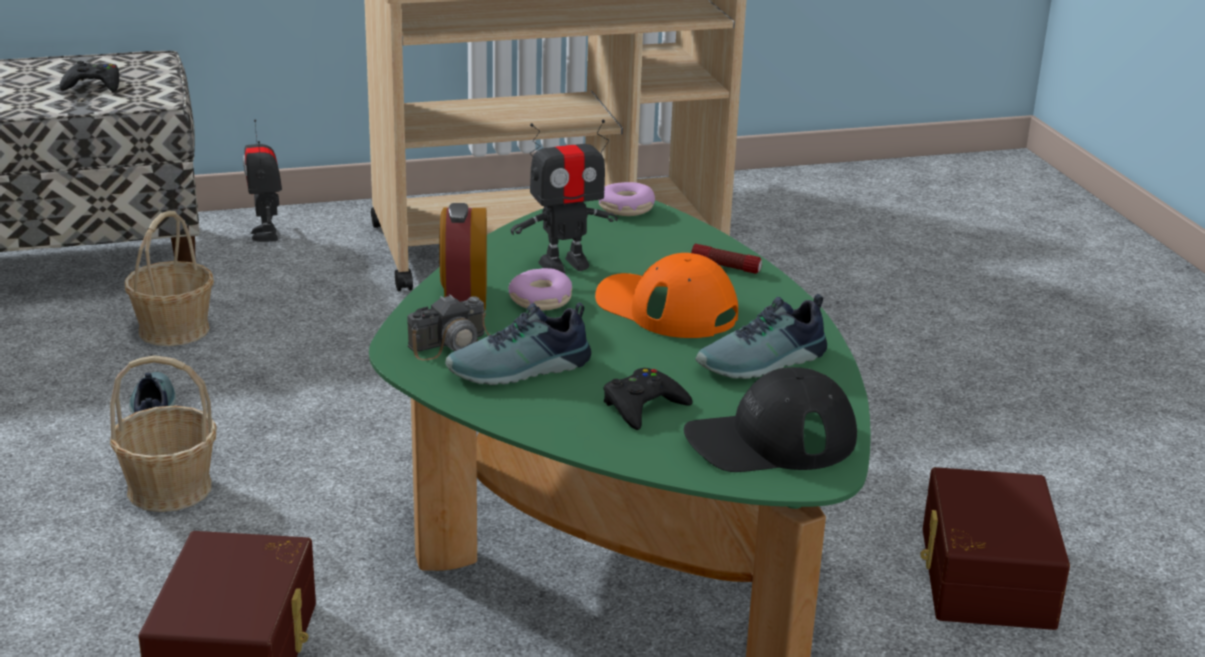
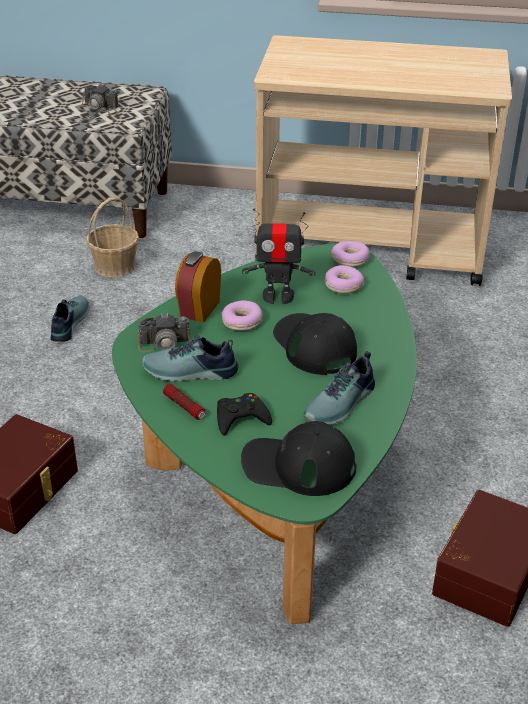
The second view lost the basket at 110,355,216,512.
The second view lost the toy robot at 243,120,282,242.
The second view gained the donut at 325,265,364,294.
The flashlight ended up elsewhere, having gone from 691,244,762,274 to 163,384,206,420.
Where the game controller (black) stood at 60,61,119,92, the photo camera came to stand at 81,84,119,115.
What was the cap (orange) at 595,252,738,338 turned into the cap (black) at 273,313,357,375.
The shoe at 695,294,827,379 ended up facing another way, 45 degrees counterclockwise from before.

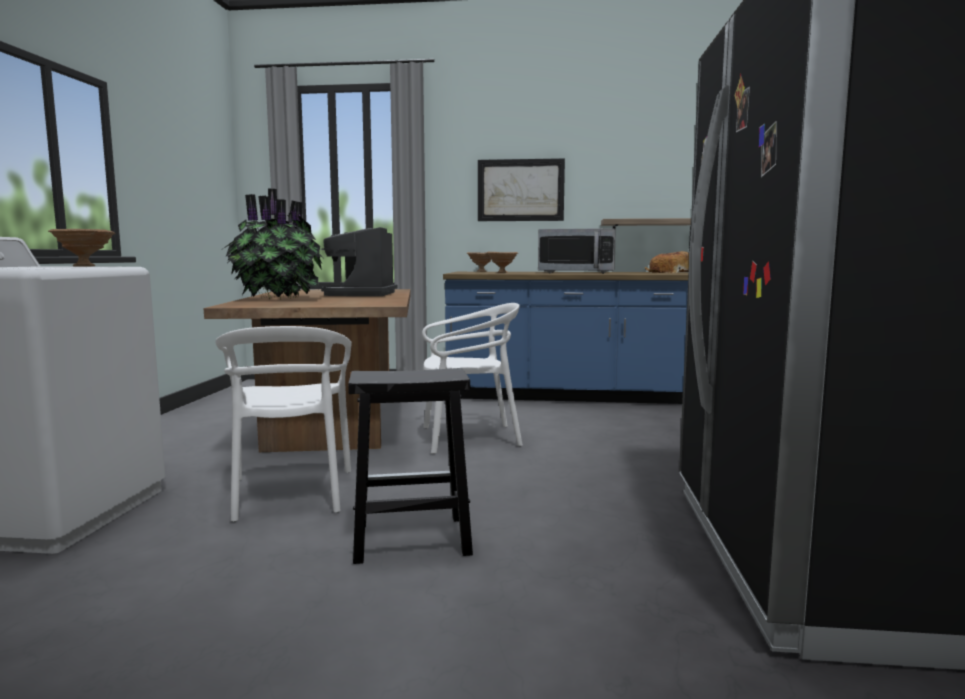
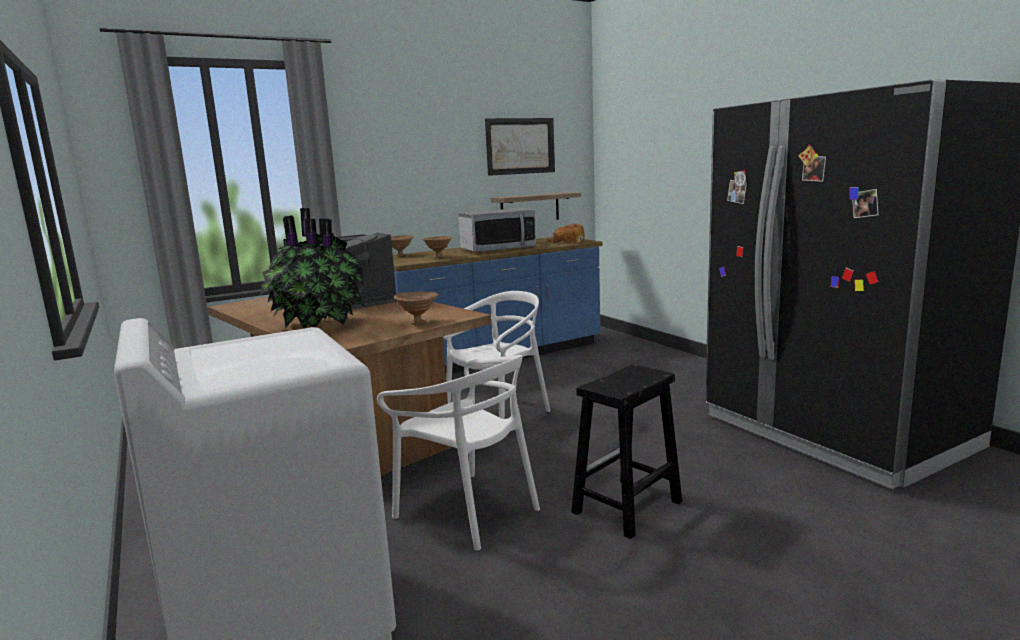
The bowl (brown) ended up elsewhere, having gone from 48,229,116,267 to 394,292,438,325.
The picture ended up elsewhere, having gone from 478,158,565,221 to 485,118,555,176.

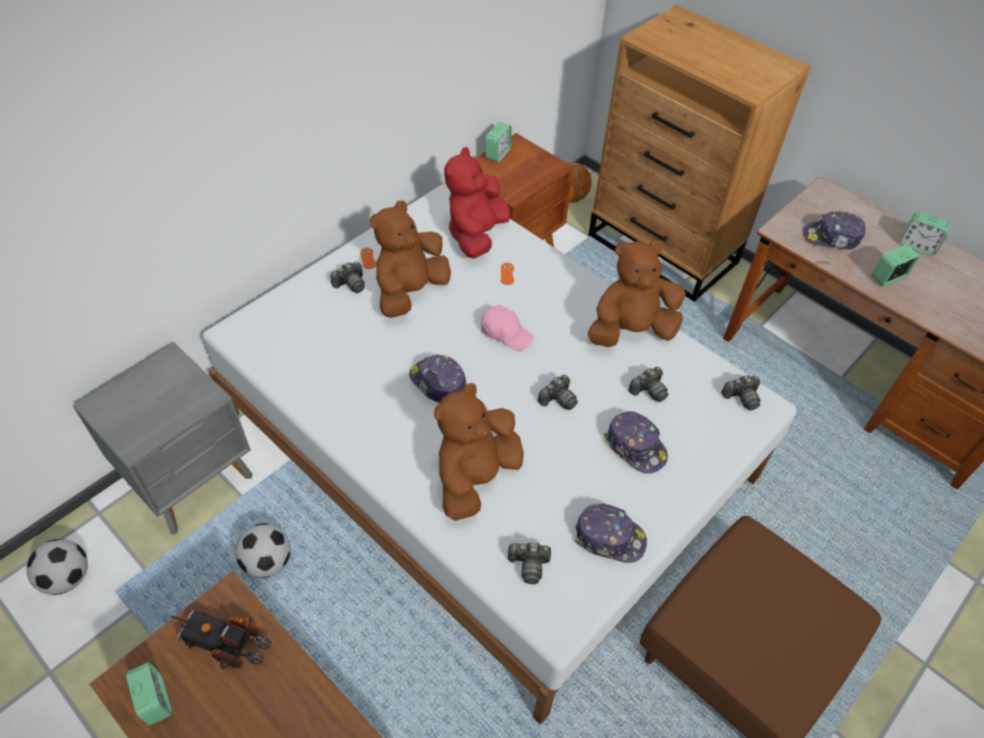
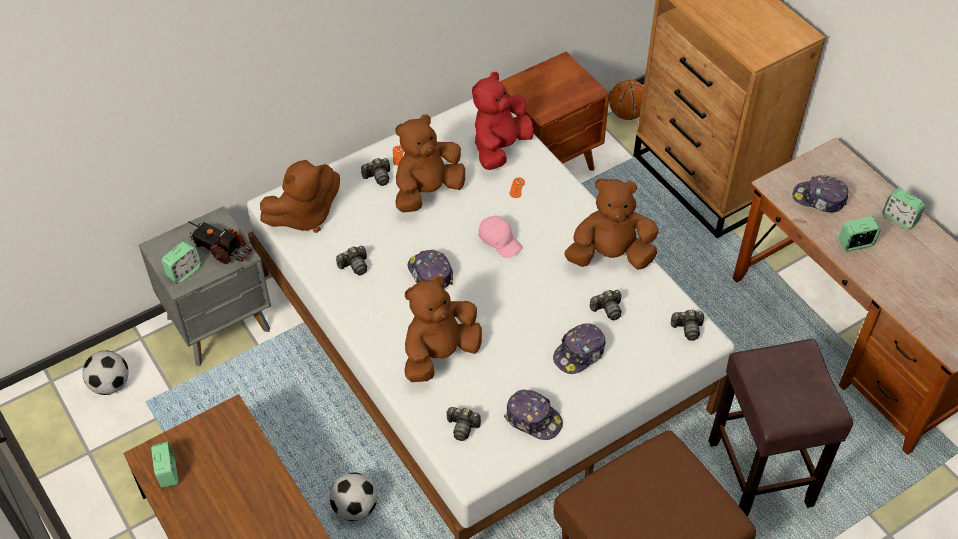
The second view gained the plush toy (brown) at 260,160,340,233.
The second view gained the stool (brown) at 709,339,853,517.
The toy truck ended up elsewhere, having gone from 171,610,271,669 to 188,221,252,264.
The football ended up elsewhere, having gone from 235,523,291,578 to 330,473,377,521.
The alarm clock ended up elsewhere, having gone from 485,122,512,162 to 162,241,201,284.
The photo camera ended up elsewhere, having gone from 538,375,578,410 to 336,246,367,275.
The cap at 605,411,668,474 ended up facing another way, 75 degrees clockwise from before.

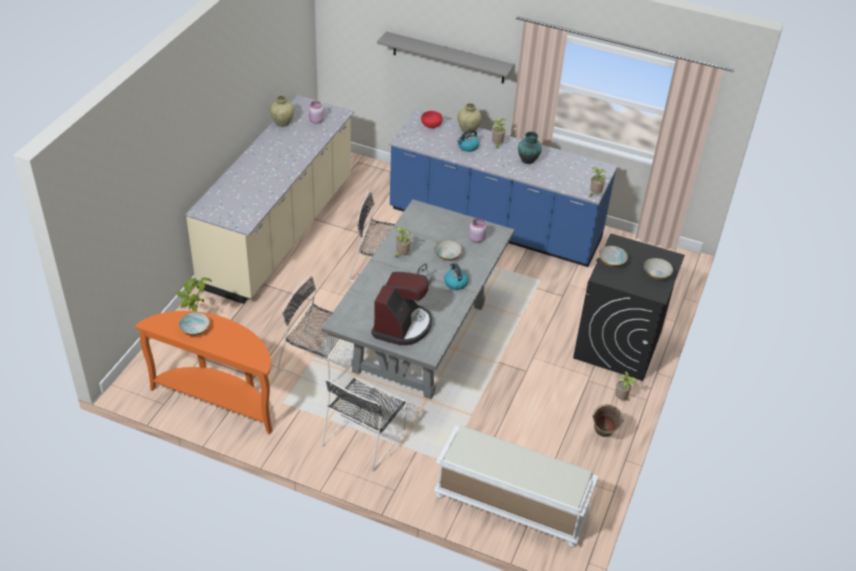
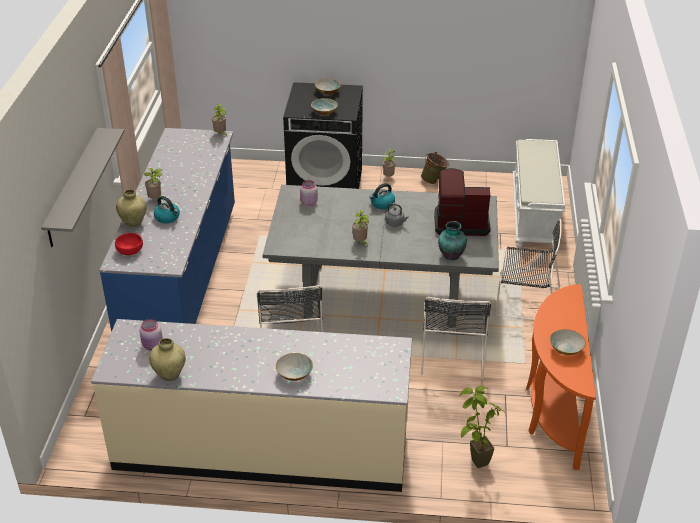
The bowl ended up elsewhere, having gone from 434,240,463,261 to 276,353,313,381.
The vase ended up elsewhere, having gone from 518,131,542,164 to 438,221,467,260.

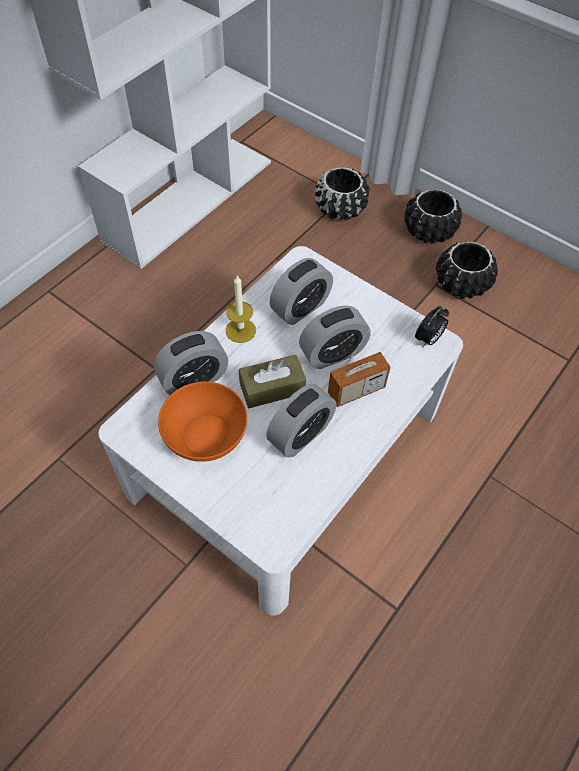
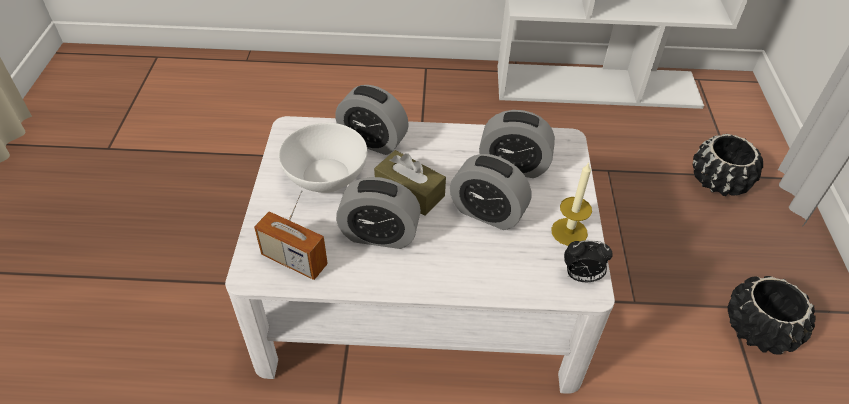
The second view lost the planter (black) at 404,189,462,243.
The candle ended up elsewhere, having gone from 226,275,256,343 to 551,163,592,246.
The radio ended up elsewhere, having gone from 328,329,391,407 to 254,190,328,280.
What was the bowl (orange) at 158,382,247,462 turned into the bowl (white) at 279,123,367,193.

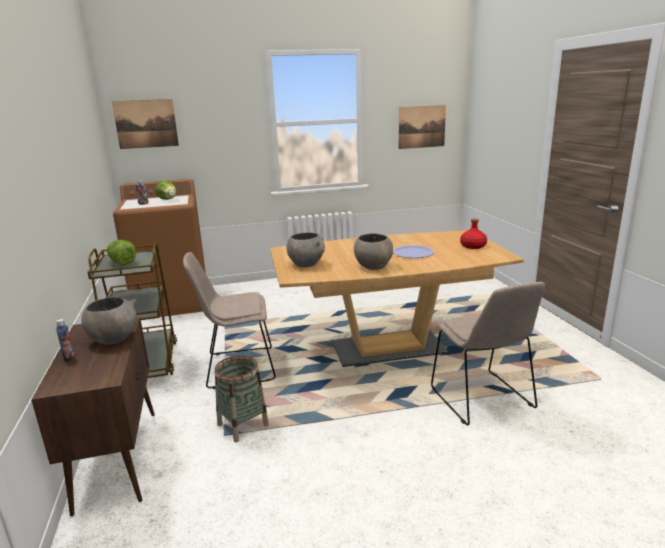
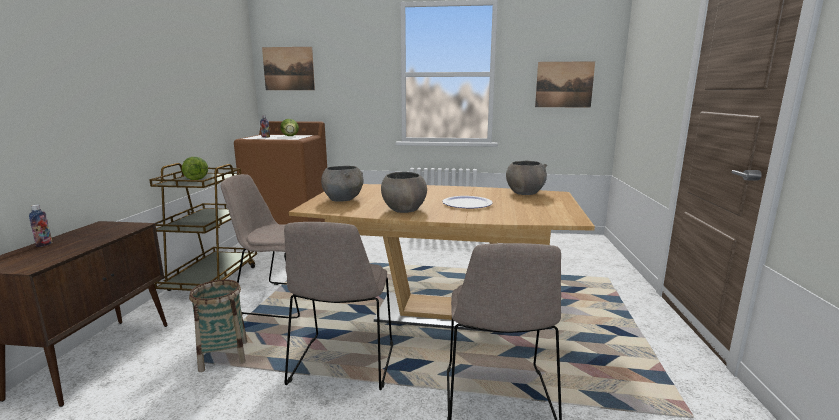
The second view lost the bottle (red) at 460,218,487,249.
The second view gained the chair (beige) at 284,222,393,390.
The bowl (grey) ended up elsewhere, having gone from 81,296,136,344 to 506,160,547,195.

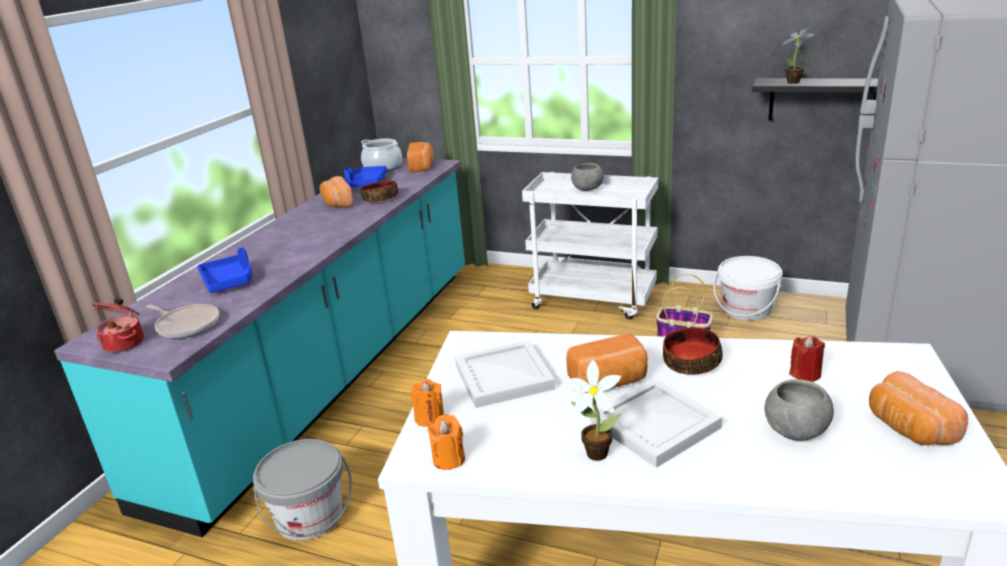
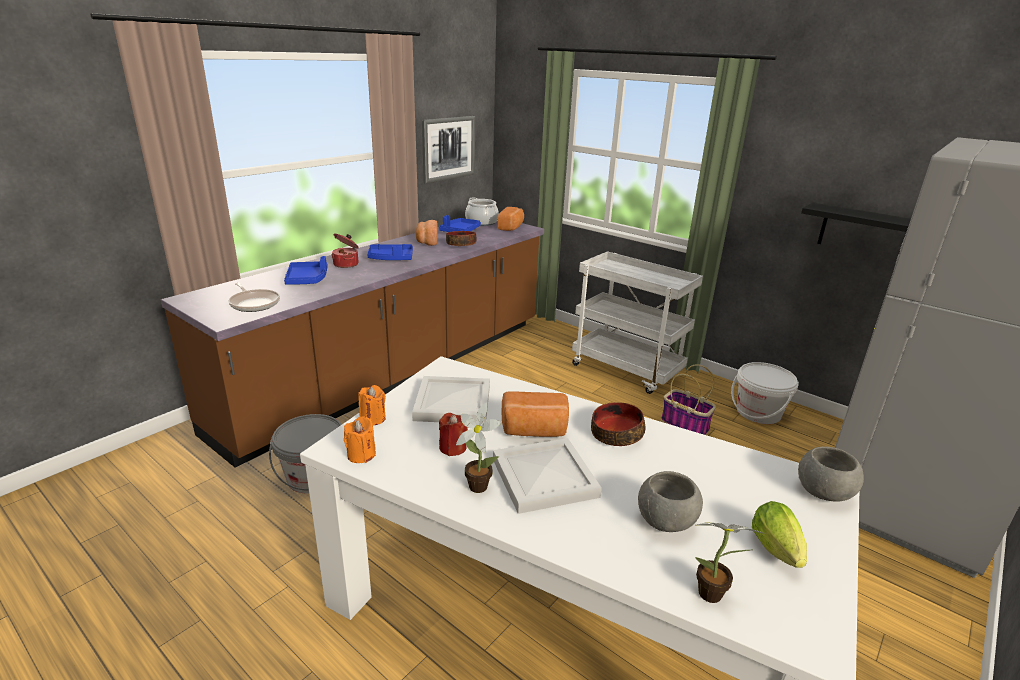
The second view gained the tray (blue) at 367,244,413,260.
The second view gained the picture at 422,116,475,183.
The cooking pot ended up elsewhere, having gone from 92,298,144,353 to 331,234,359,268.
The bowl (grey) ended up elsewhere, having gone from 571,163,604,191 to 798,447,864,502.
The potted plant ended up elsewhere, having gone from 782,26,815,84 to 695,522,765,603.
The candle (red) ended up elsewhere, having gone from 789,336,825,382 to 439,413,468,456.
Where the bread stood at 869,371,968,446, the lettuce came to stand at 752,501,807,568.
What was the counter (turquoise) at 54,158,465,537 turned into the counter (brown) at 161,220,544,467.

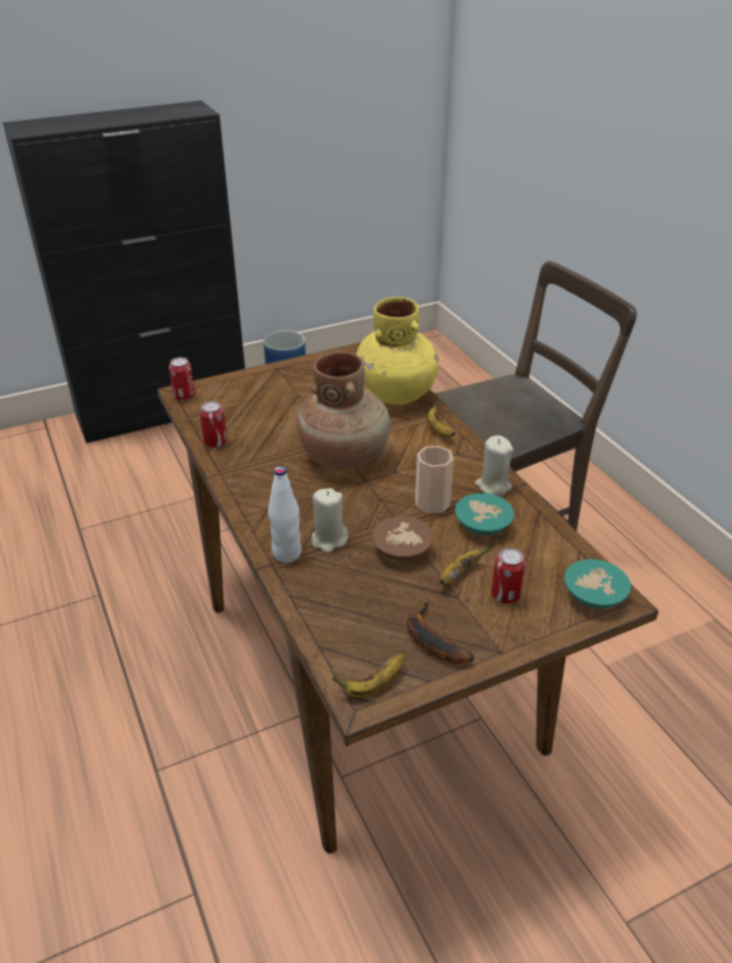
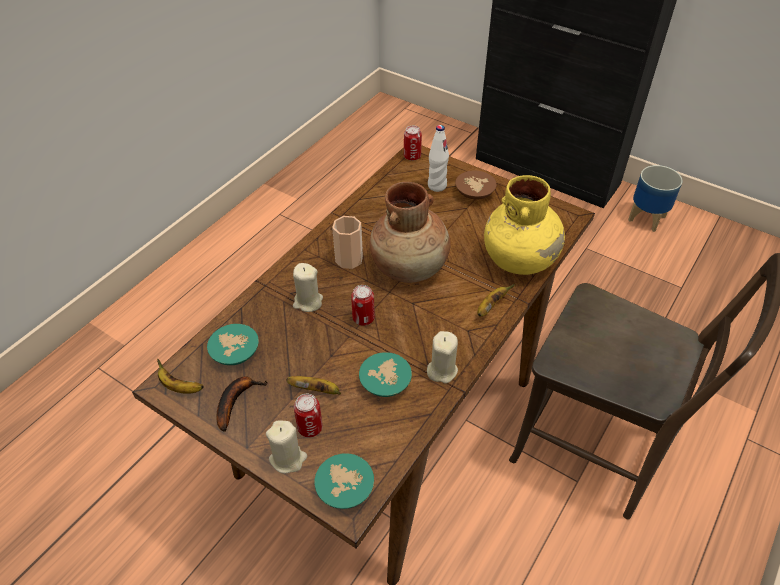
The second view gained the bowl (turquoise) at 207,324,259,365.
The second view gained the candle (beige) at 266,421,307,474.
The can ended up elsewhere, having gone from 200,401,227,447 to 351,285,375,325.
The bottle (white) ended up elsewhere, having gone from 268,466,302,562 to 428,125,449,192.
The bowl (brown) ended up elsewhere, having gone from 372,516,433,561 to 455,170,497,199.
The cup ended up elsewhere, having gone from 415,446,454,514 to 332,216,363,269.

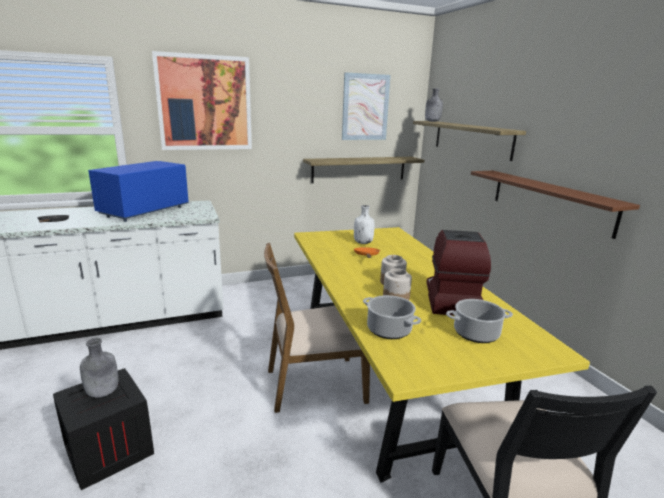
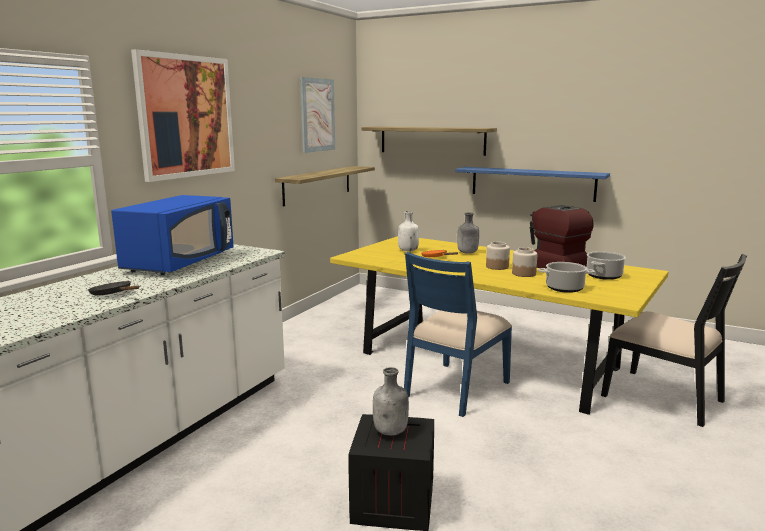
The bottle (grey) ended up elsewhere, having gone from 425,88,443,122 to 457,212,479,254.
What was the chair (brown) at 264,243,370,413 turned into the chair (blue) at 404,252,512,417.
What was the shelf (brown) at 471,171,640,239 turned into the shelf (blue) at 455,167,610,202.
The microwave (blue) at 88,161,189,222 ended up facing another way, 150 degrees counterclockwise from before.

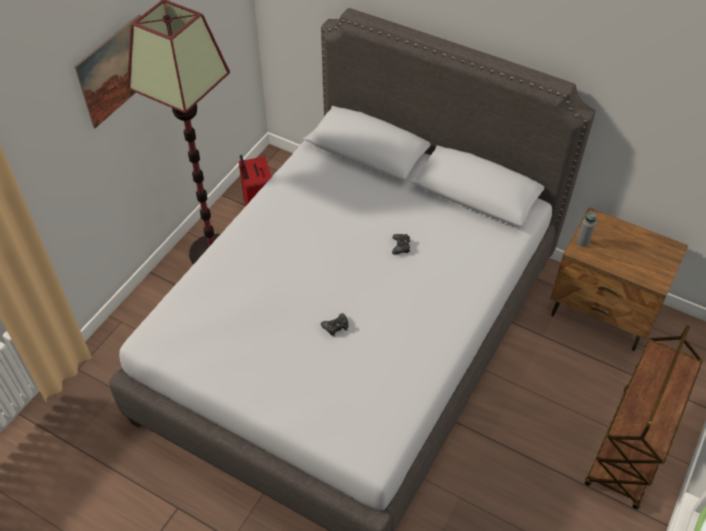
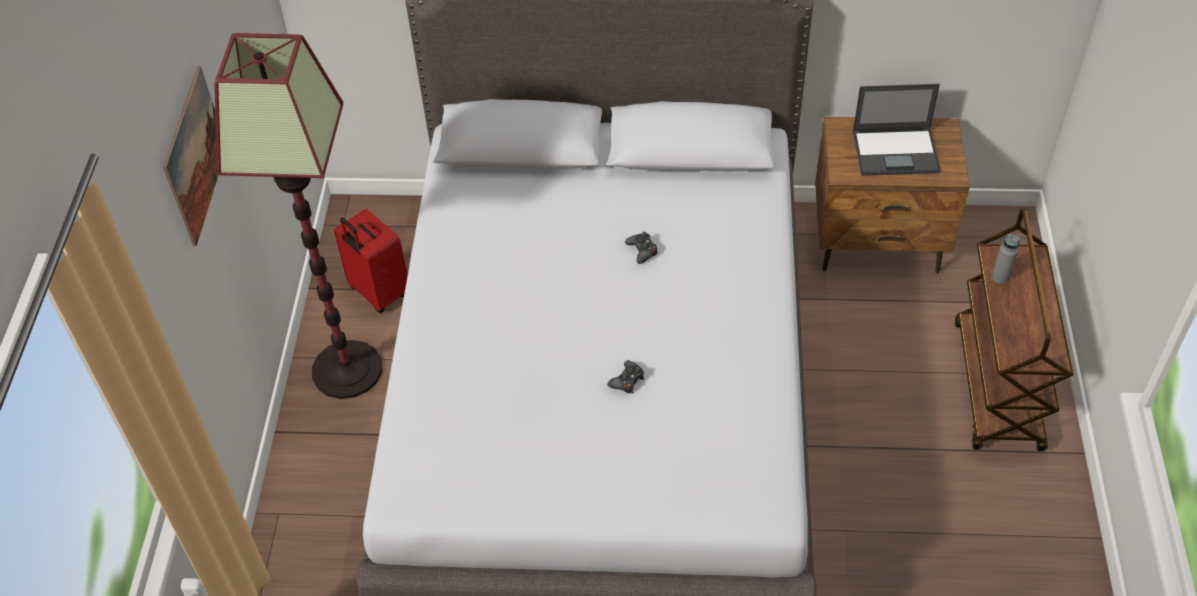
The second view gained the laptop at 853,84,941,176.
The bottle (grey) ended up elsewhere, having gone from 577,211,597,247 to 992,234,1020,283.

